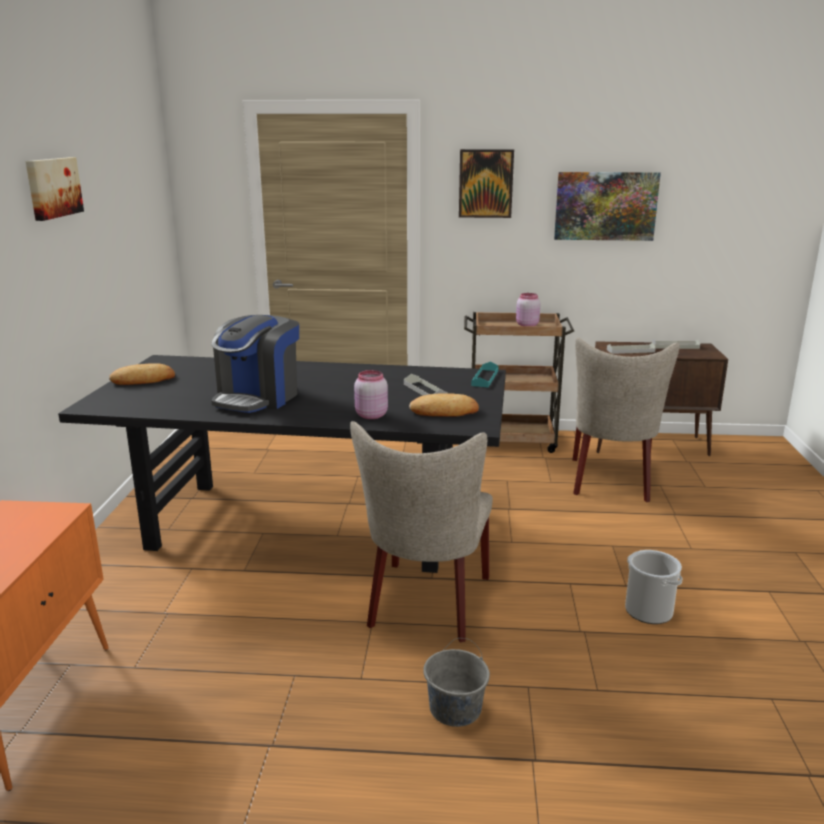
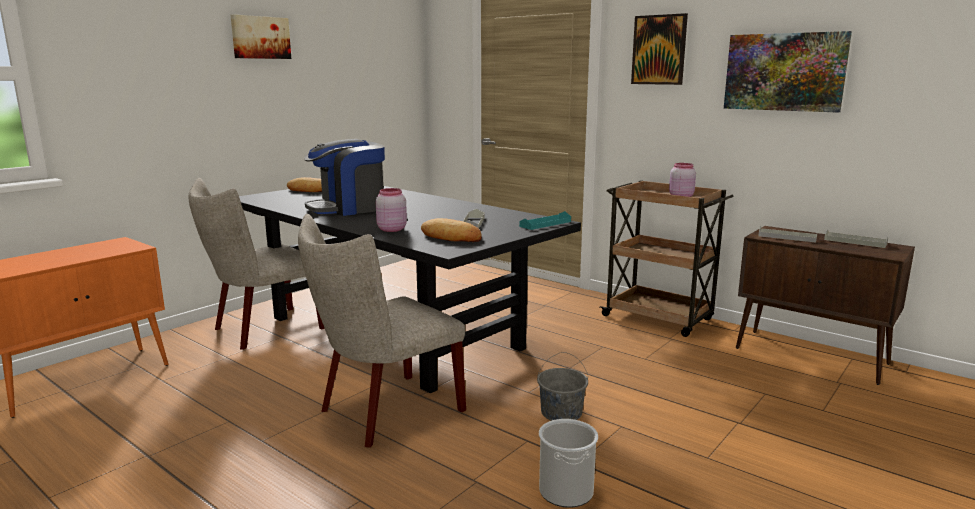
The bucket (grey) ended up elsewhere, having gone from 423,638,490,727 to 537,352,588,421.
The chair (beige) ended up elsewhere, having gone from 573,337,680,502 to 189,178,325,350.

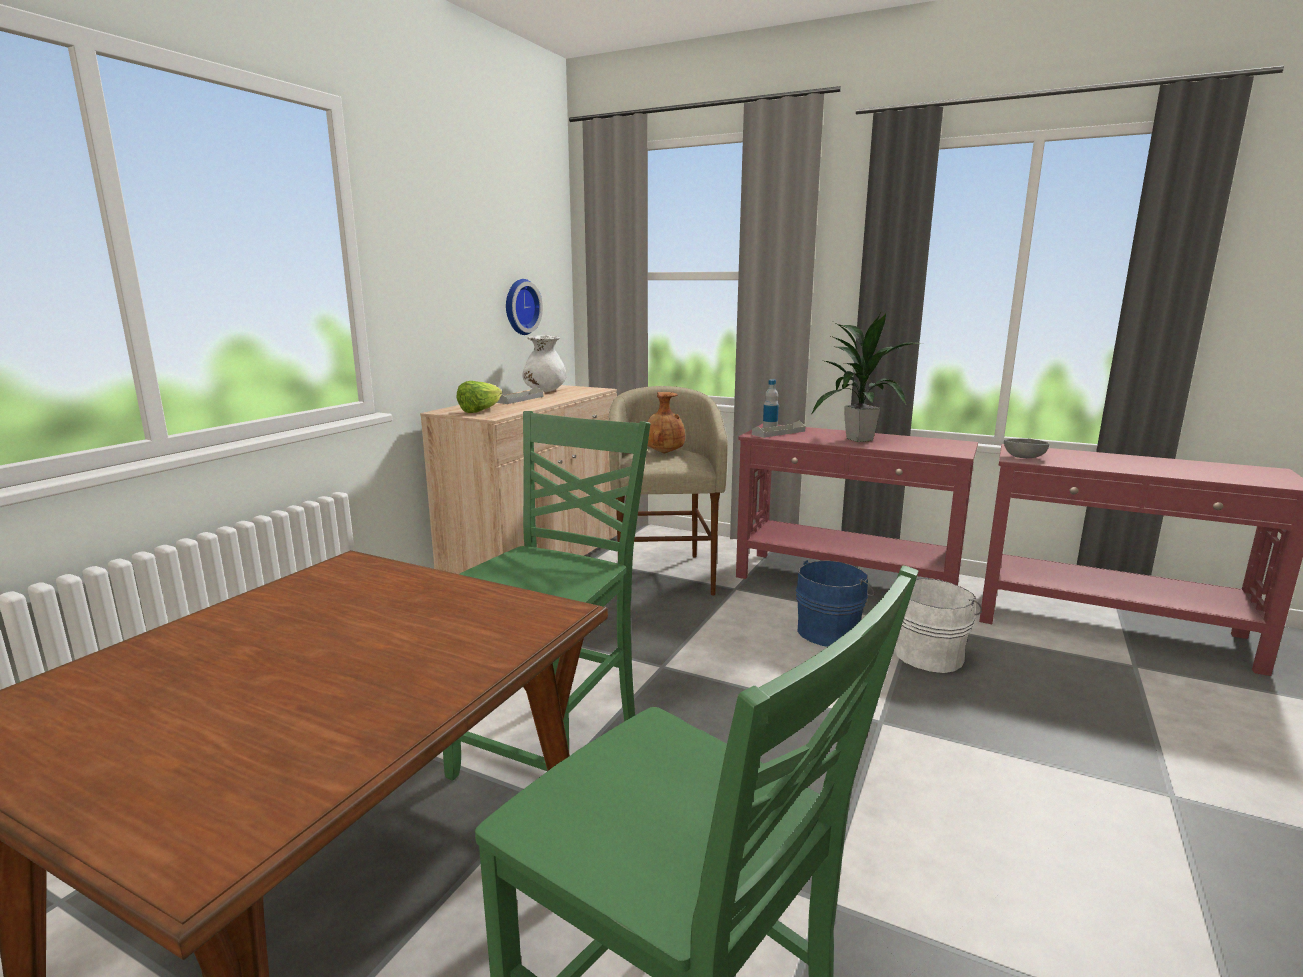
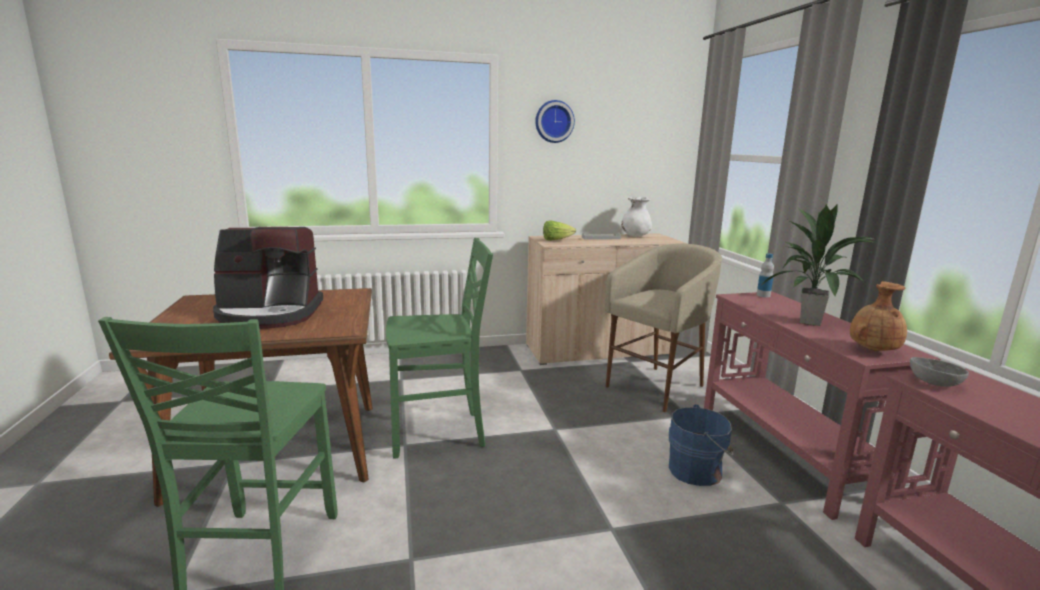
The second view lost the tray (grey) at 752,420,805,438.
The second view lost the bucket (white) at 895,578,982,673.
The second view gained the coffee machine at 213,227,323,329.
The wall clock ended up elsewhere, having gone from 506,279,543,335 to 535,100,575,143.
The vase (brown) ended up elsewhere, having gone from 647,392,685,453 to 850,281,907,351.

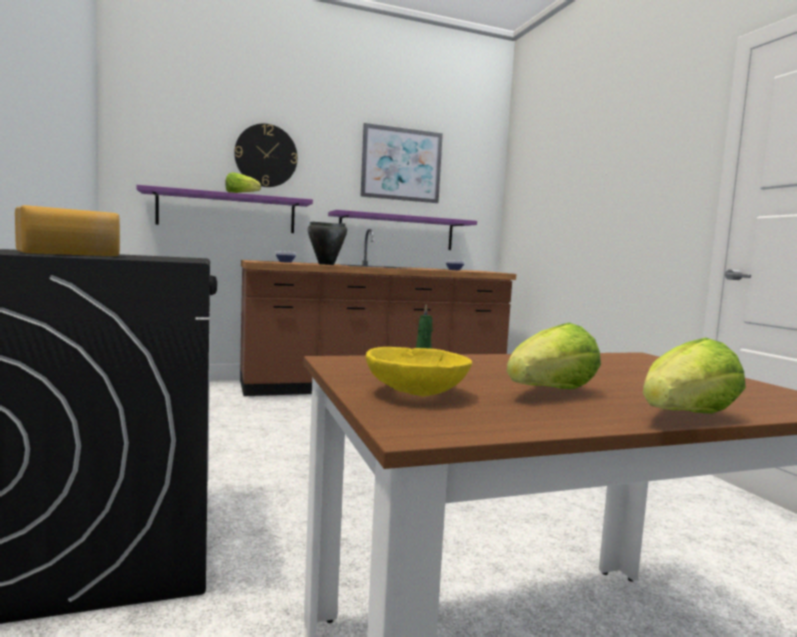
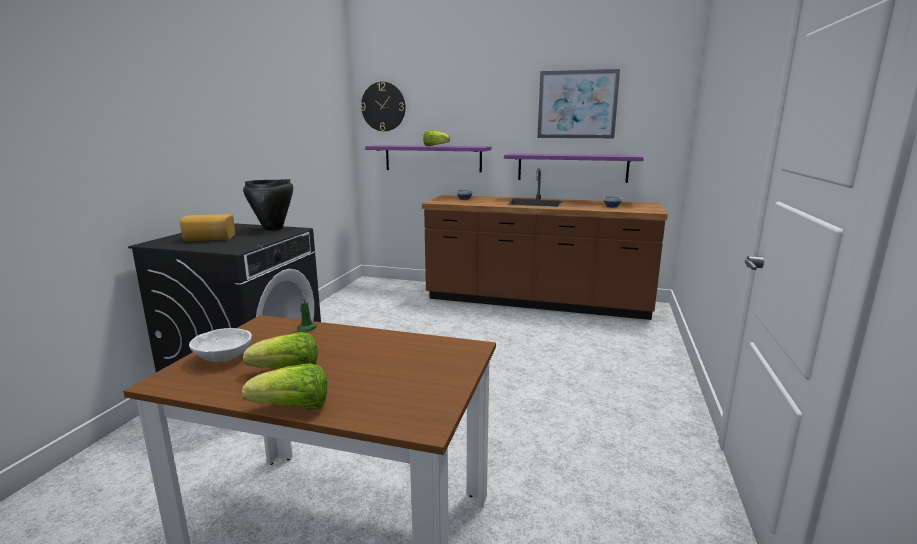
The wall clock ended up elsewhere, having gone from 234,124,298,187 to 361,82,405,131.
The cooking pot (black) ended up elsewhere, having gone from 308,222,347,265 to 243,179,293,231.
What was the bowl (yellow) at 366,347,472,396 turned into the bowl (white) at 189,328,252,362.

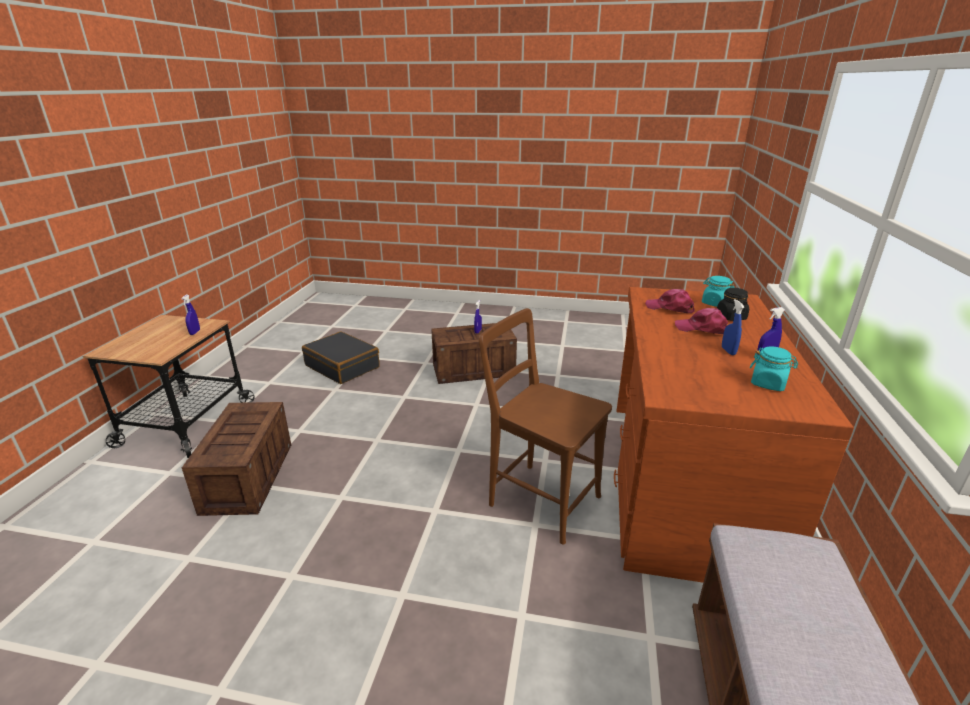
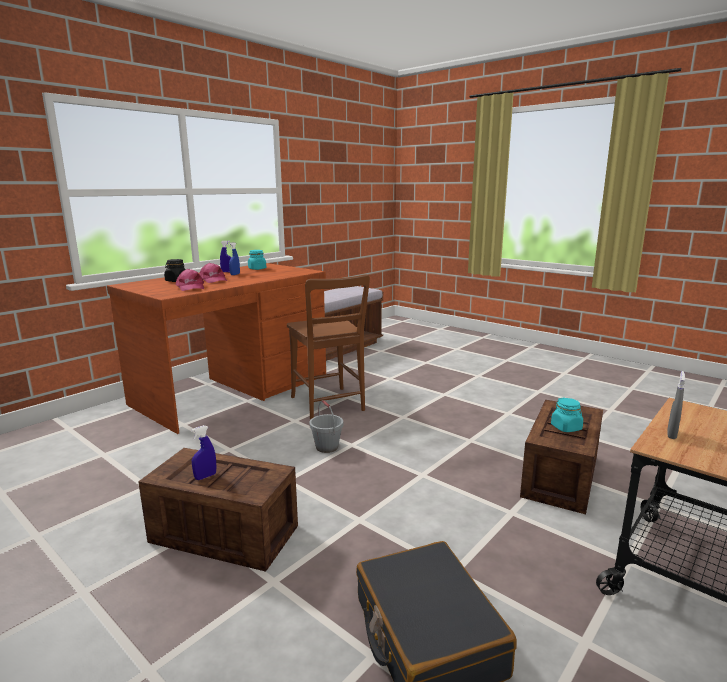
The second view gained the bucket (grey) at 310,400,343,453.
The jar (turquoise) ended up elsewhere, having gone from 702,276,734,307 to 551,398,583,432.
What was the spray bottle (blue) at 181,295,200,335 turned into the spray bottle (grey) at 667,371,685,439.

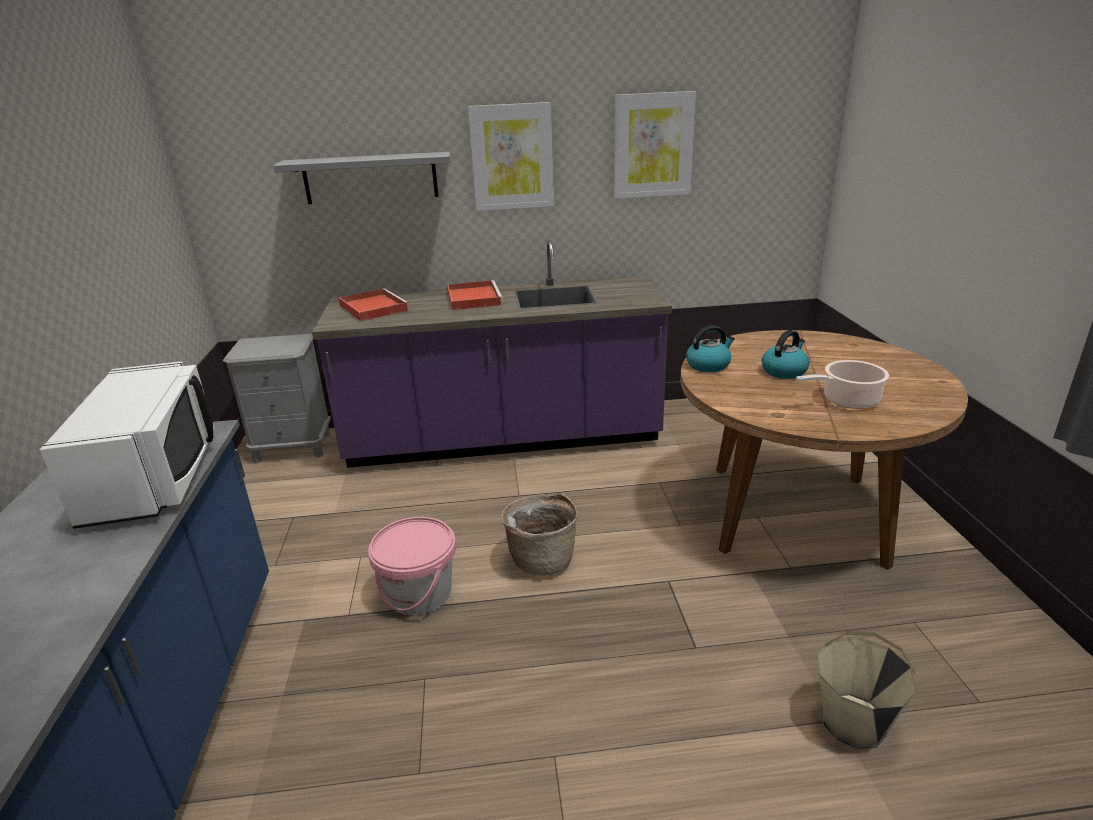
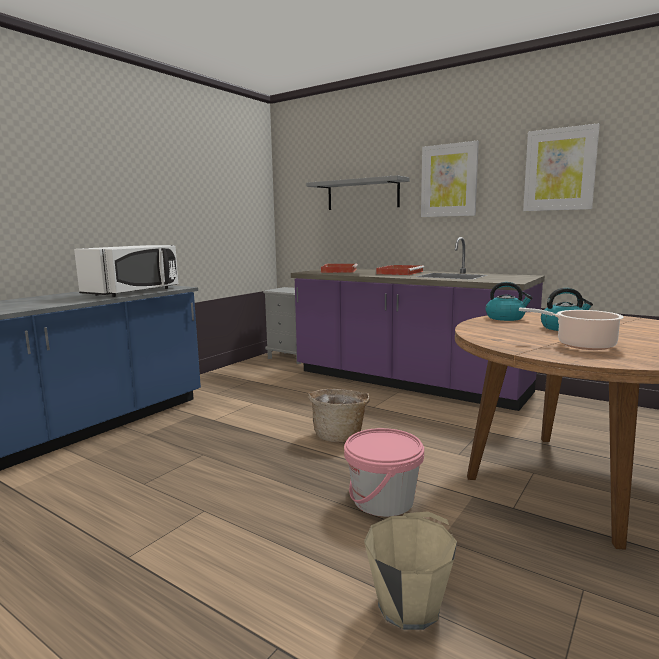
The bucket (pink) ended up elsewhere, having gone from 368,517,456,615 to 344,428,424,517.

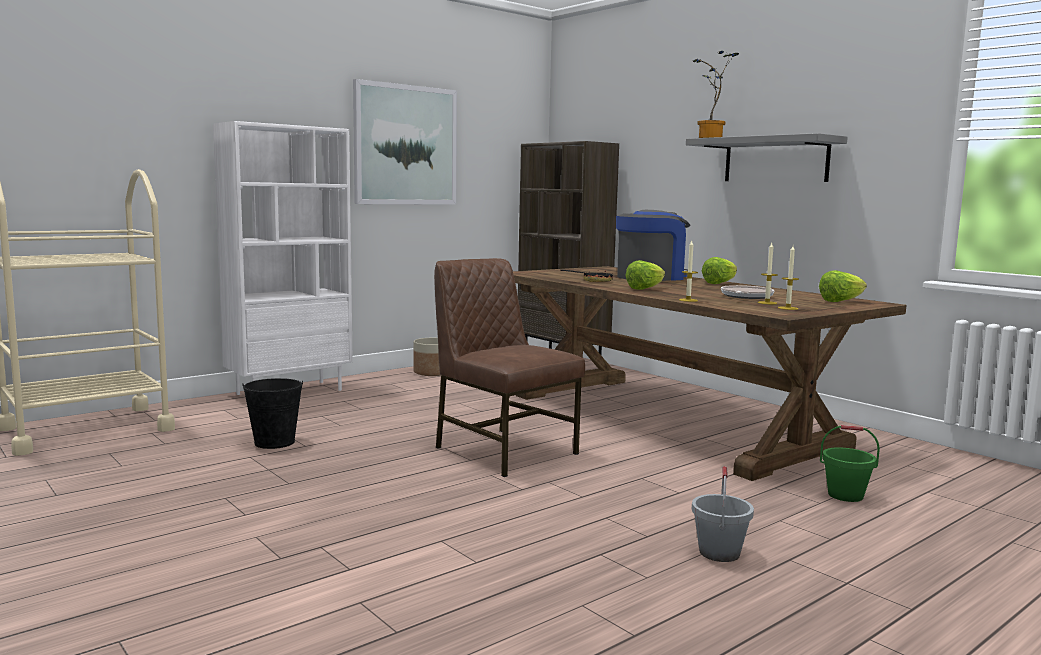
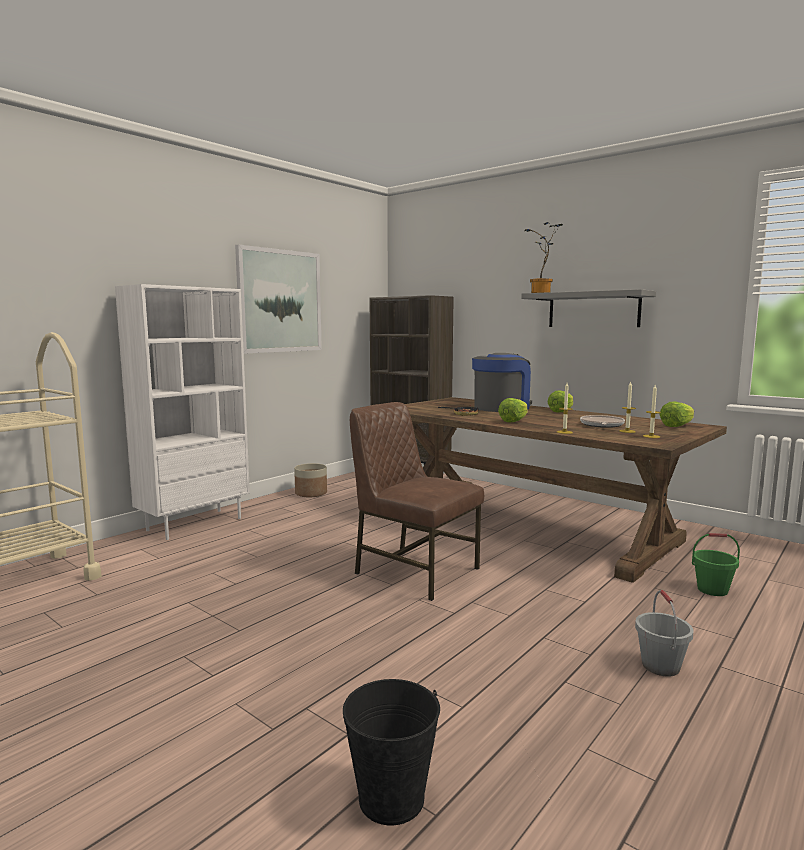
The bucket (black) ended up elsewhere, having gone from 242,378,303,449 to 343,679,440,825.

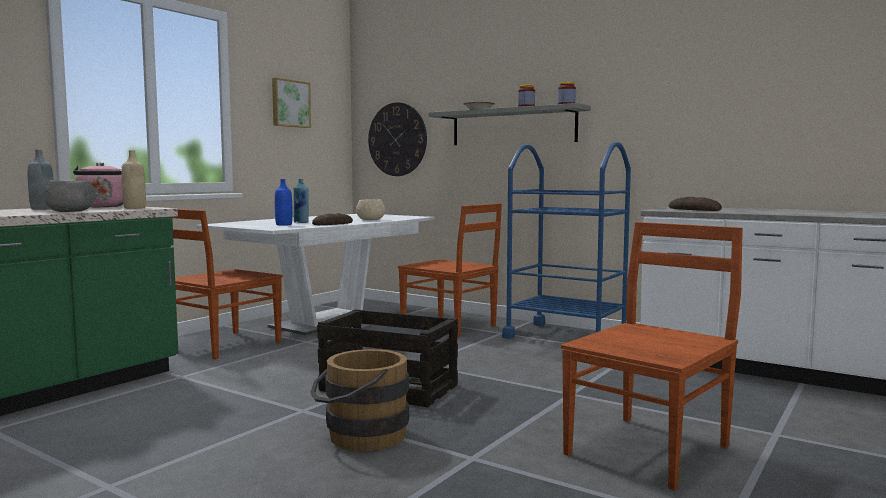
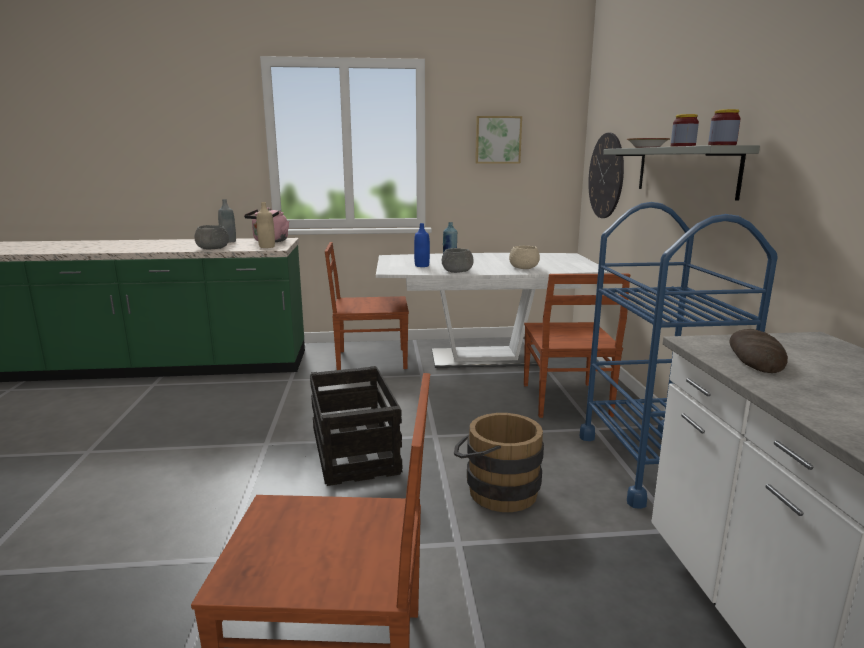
The bucket (brown) ended up elsewhere, having gone from 310,349,409,451 to 454,413,544,512.
Where the bread stood at 312,213,353,225, the bowl (grey) came to stand at 442,248,474,273.

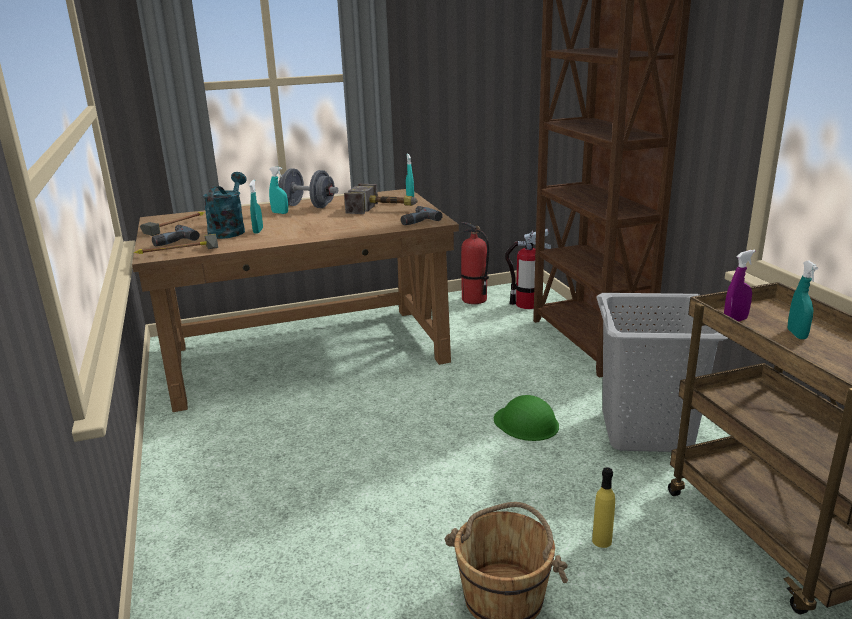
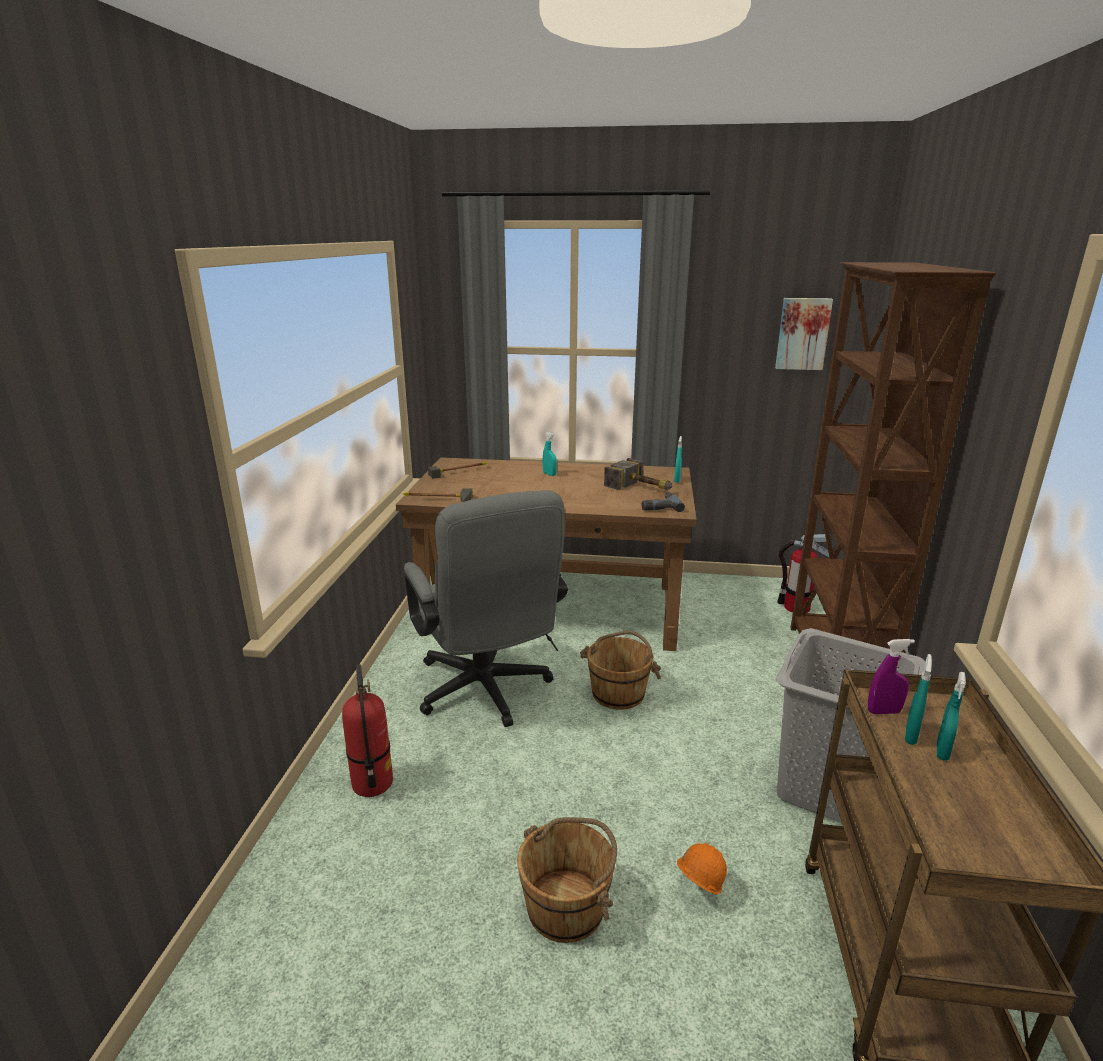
The second view lost the power drill at 152,225,200,246.
The second view lost the watering can (turquoise) at 203,172,247,239.
The second view lost the dumbbell (grey) at 278,168,338,208.
The second view lost the hard hat (green) at 494,395,559,441.
The second view gained the office chair (grey) at 404,490,568,727.
The second view gained the bucket (brown) at 580,631,661,710.
The second view gained the picture at 775,298,833,370.
The spray bottle (turquoise) ended up elsewhere, having gone from 249,180,263,234 to 905,654,932,745.
The fire extinguisher ended up elsewhere, having gone from 460,222,489,304 to 342,665,393,797.
Where the bottle (yellow) stood at 592,467,615,548, the hard hat (orange) came to stand at 677,843,727,894.

